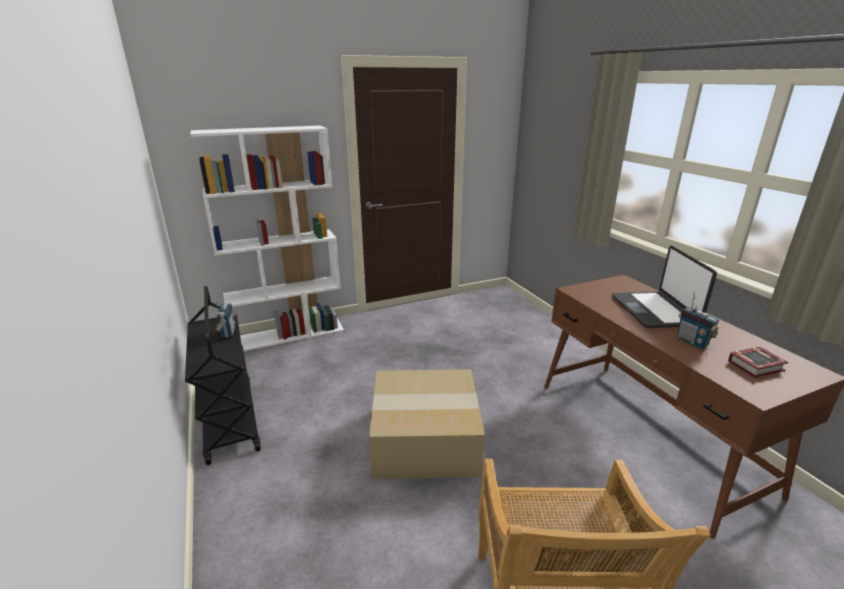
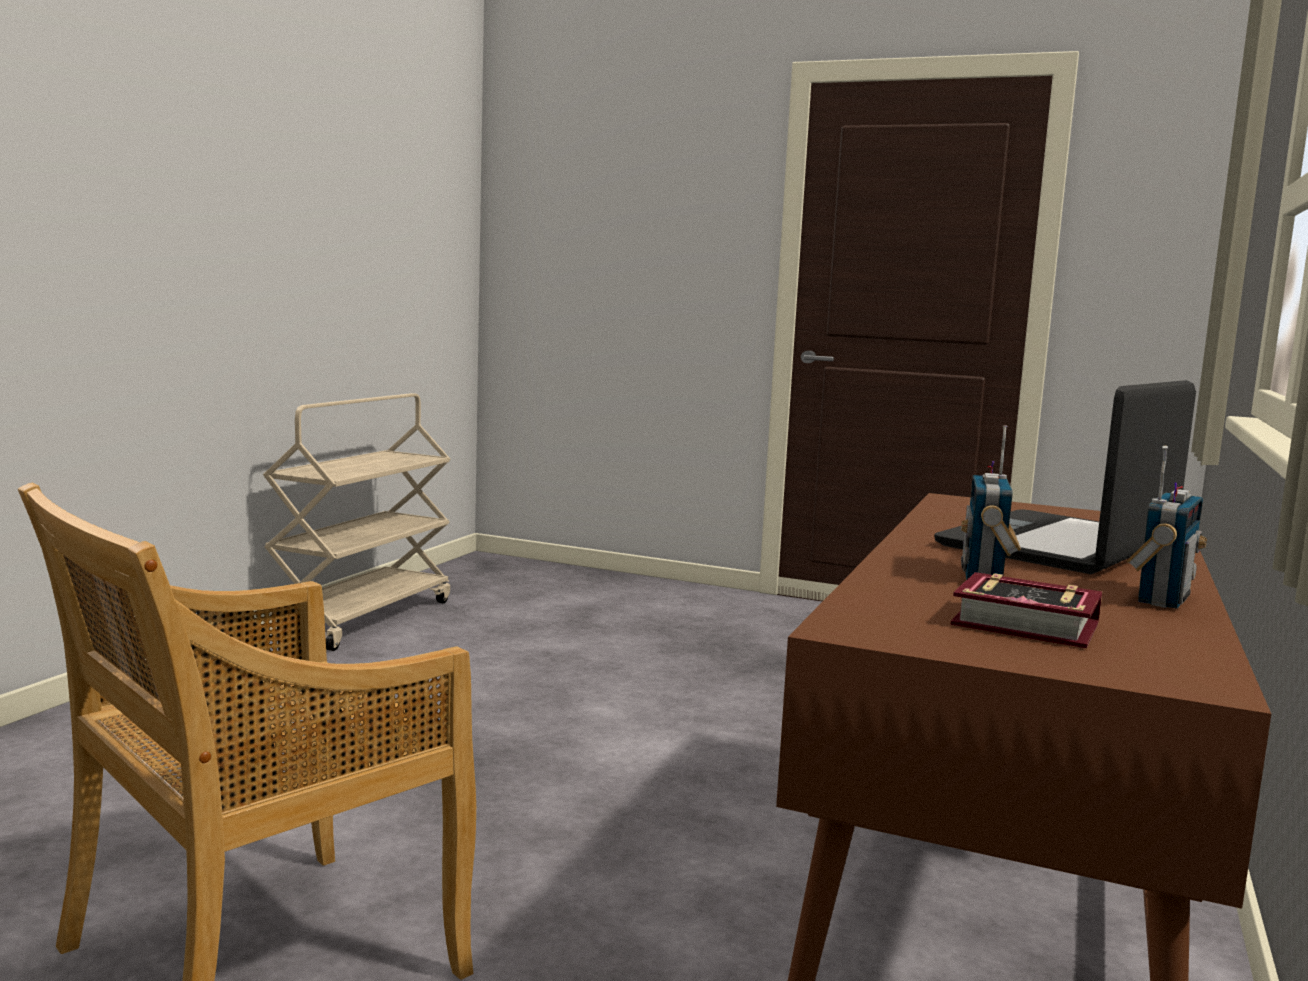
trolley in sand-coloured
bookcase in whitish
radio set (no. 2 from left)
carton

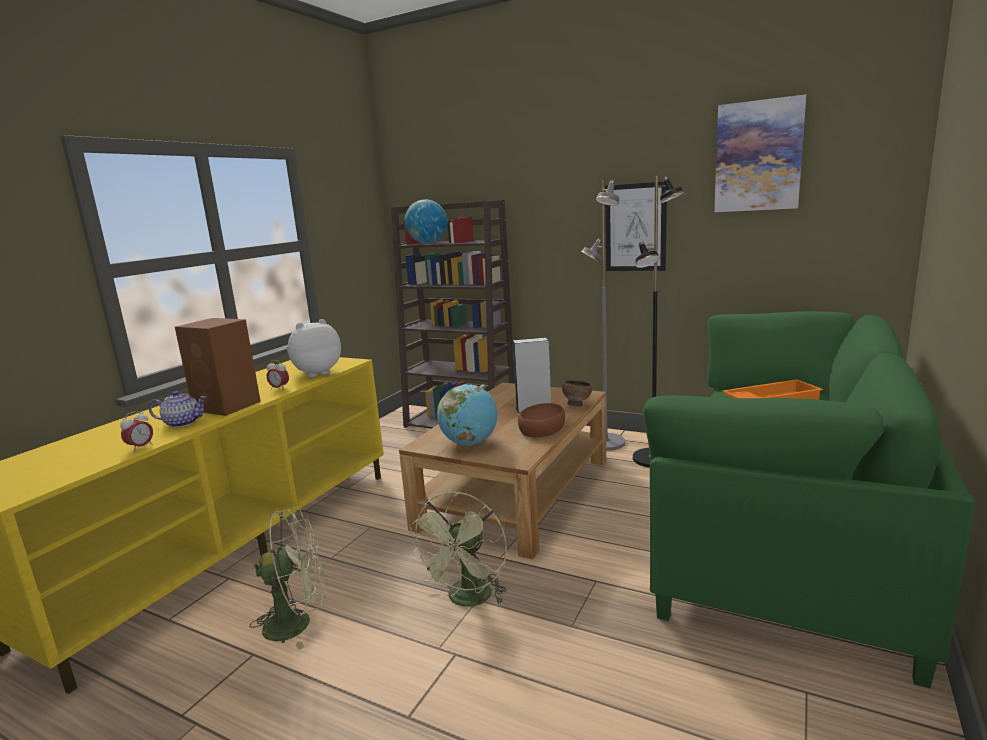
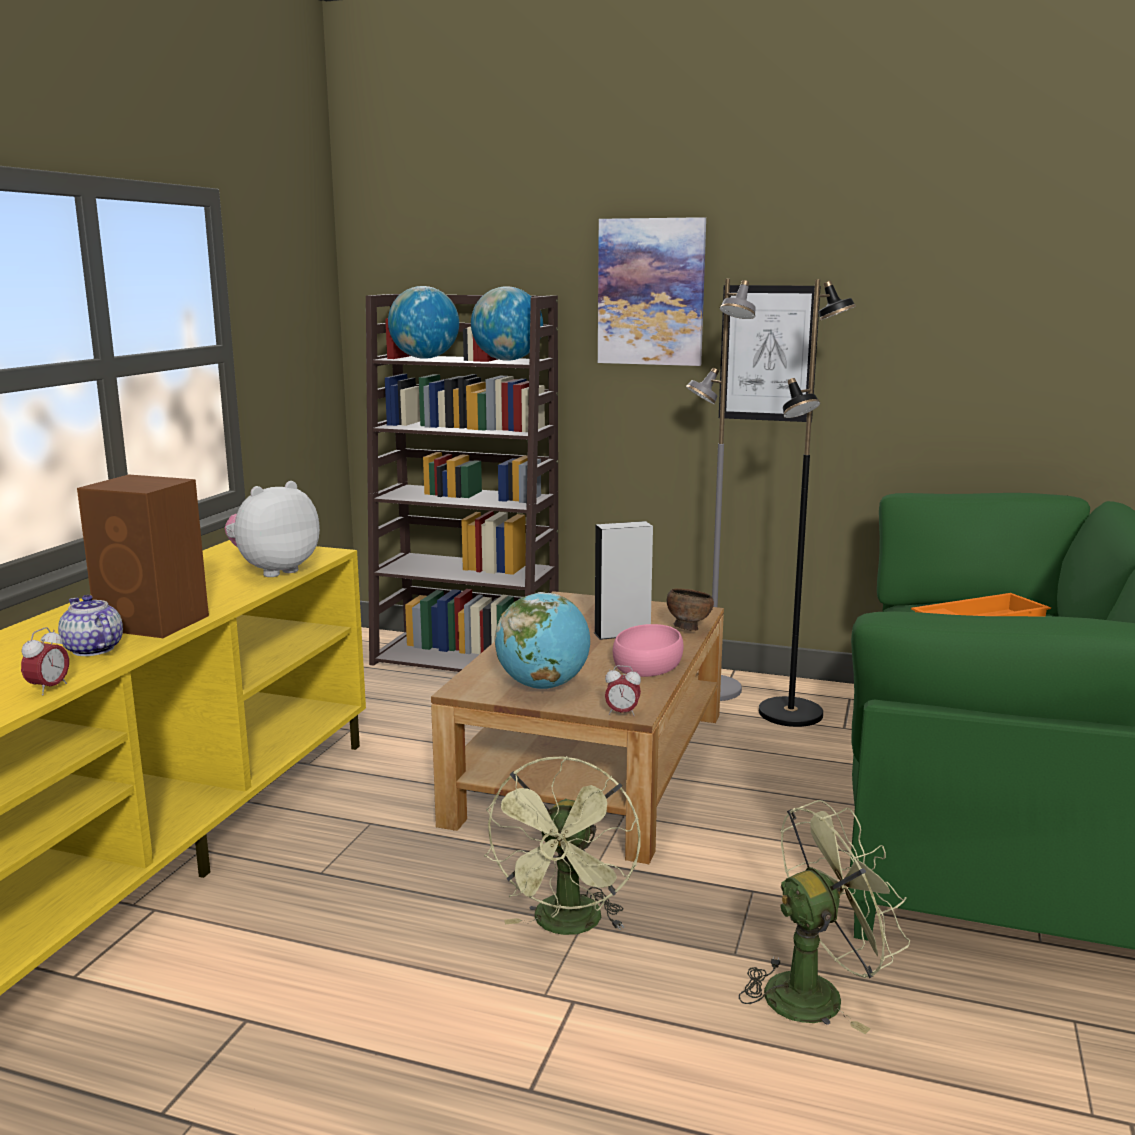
teapot
cooling fan in green-coloured (no. 2 from left)
table clock (no. 2 from left)
bowl in pink
wall art (no. 1 from left)
world globe (no. 2 from left)

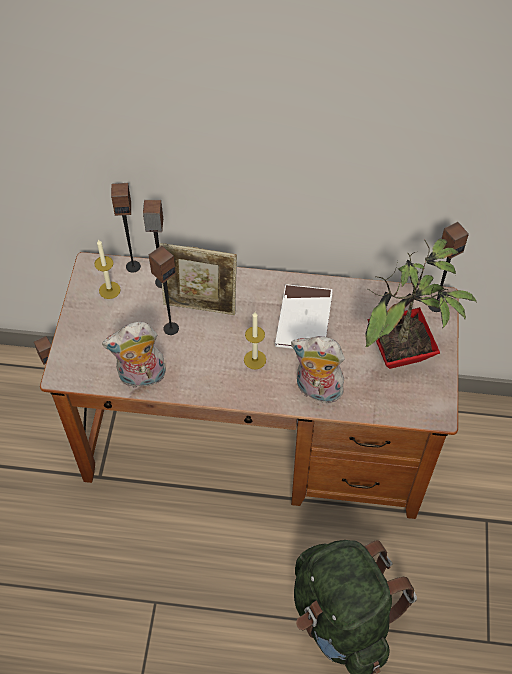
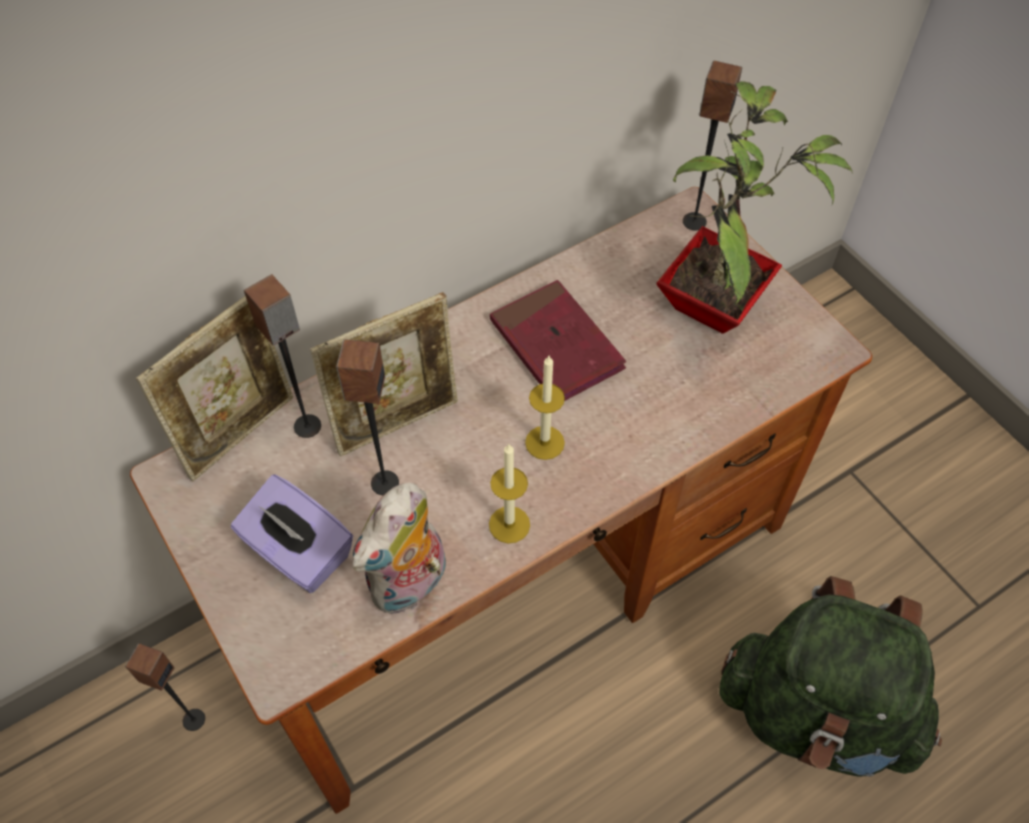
candle (no. 1 from left)
picture frame (no. 1 from left)
volume in red
plush toy (no. 2 from left in the first image)
tissue box in purple-coloured

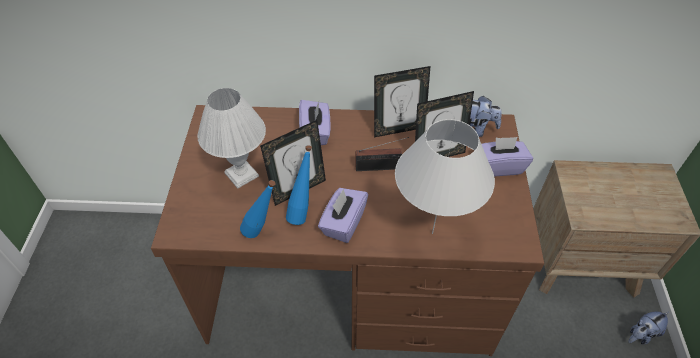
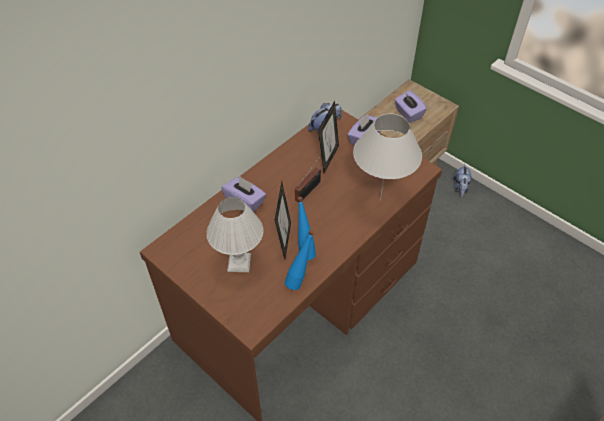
tissue box in purple-coloured (no. 3 from left)
picture frame (no. 2 from left in the first image)

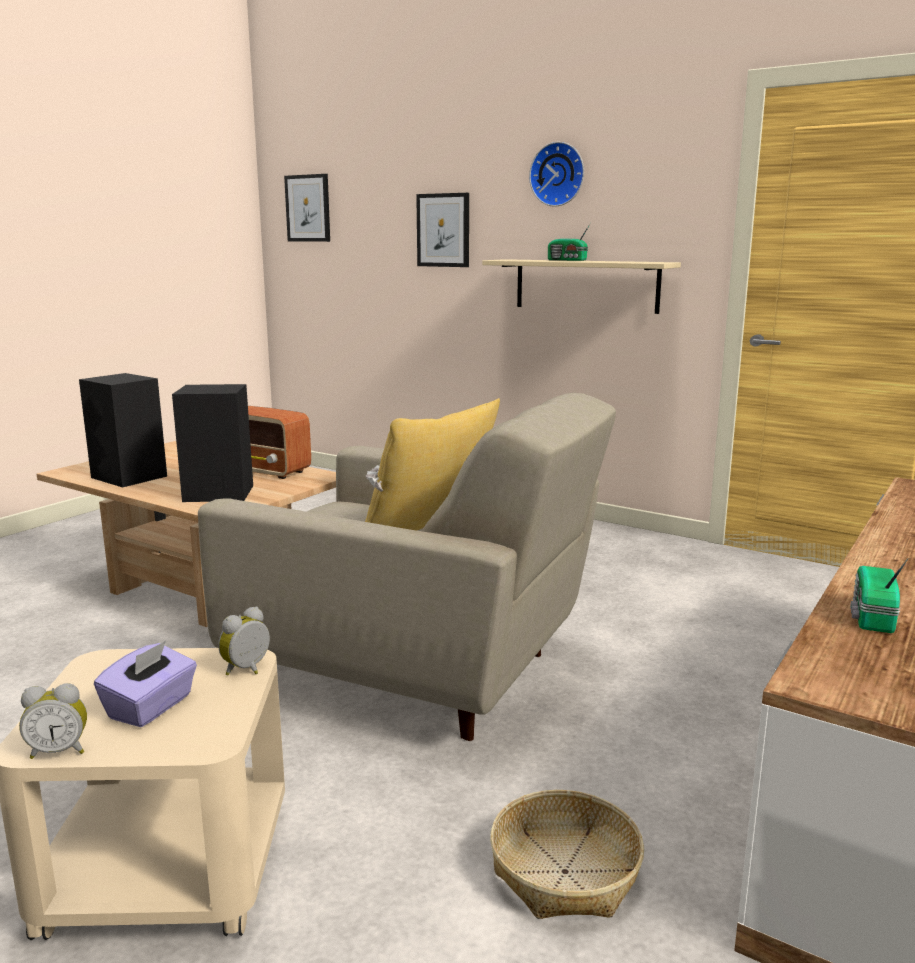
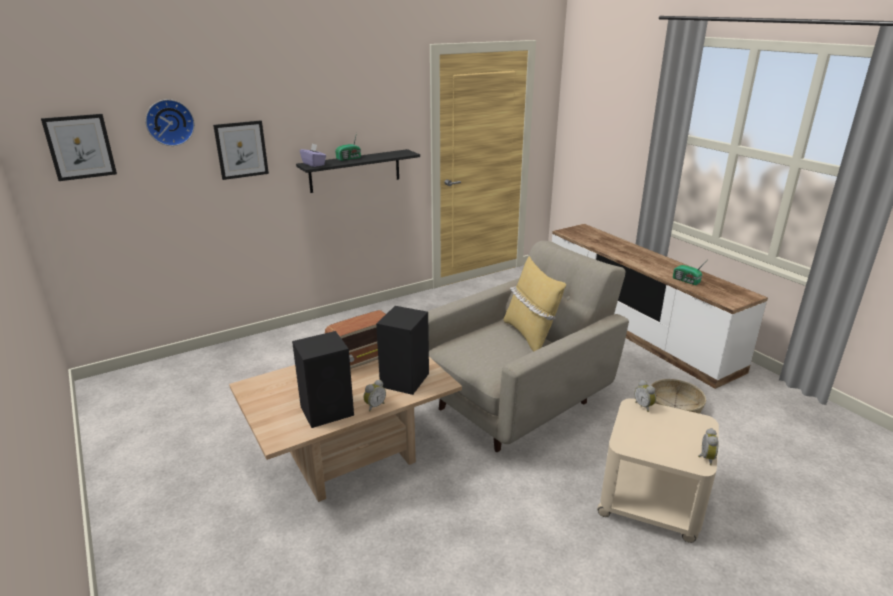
tissue box in purple-coloured
wall shelf in black
hanging clock
table clock (no. 1 from left)

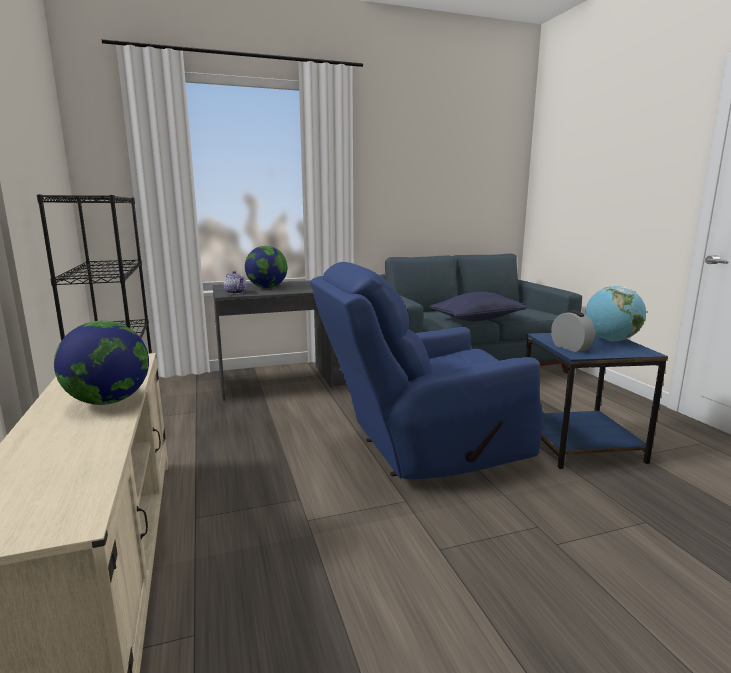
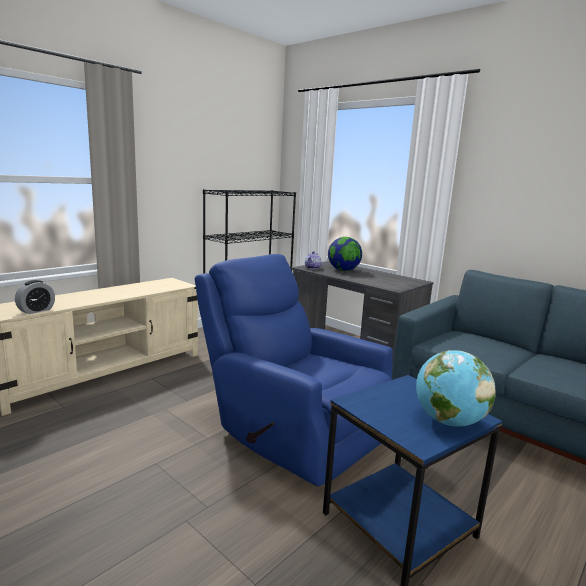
world globe (no. 1 from left in the first image)
pillow in bluish
table clock

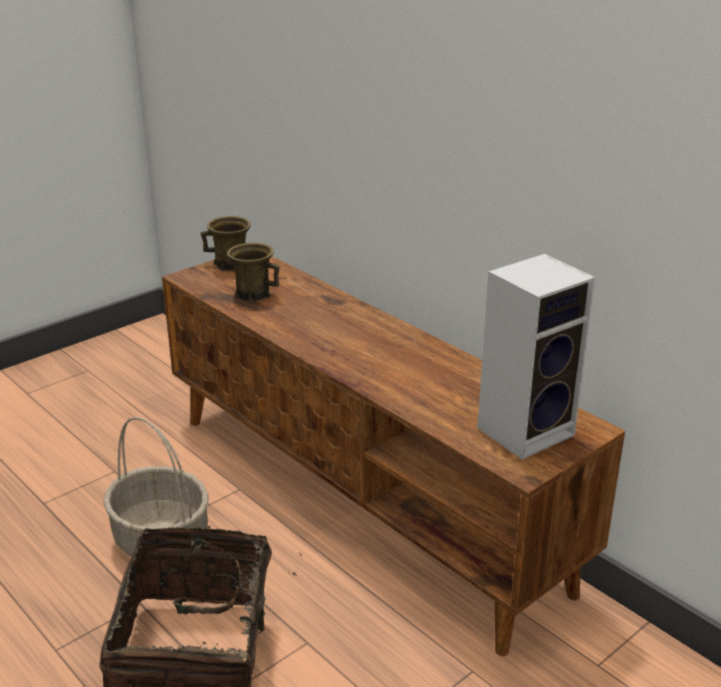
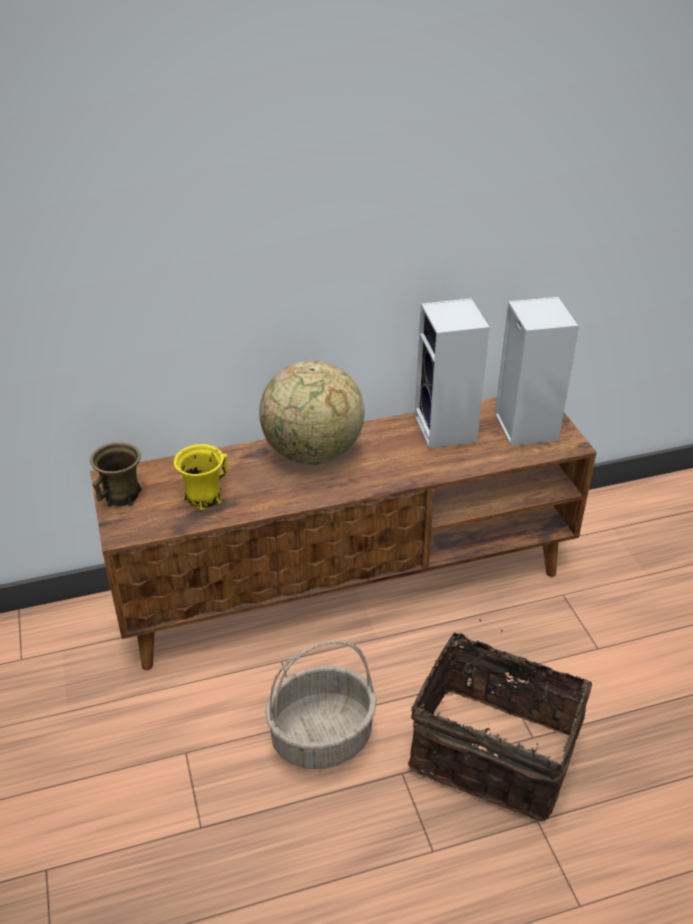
mug in yellowish
world globe
audio speaker (no. 1 from left)

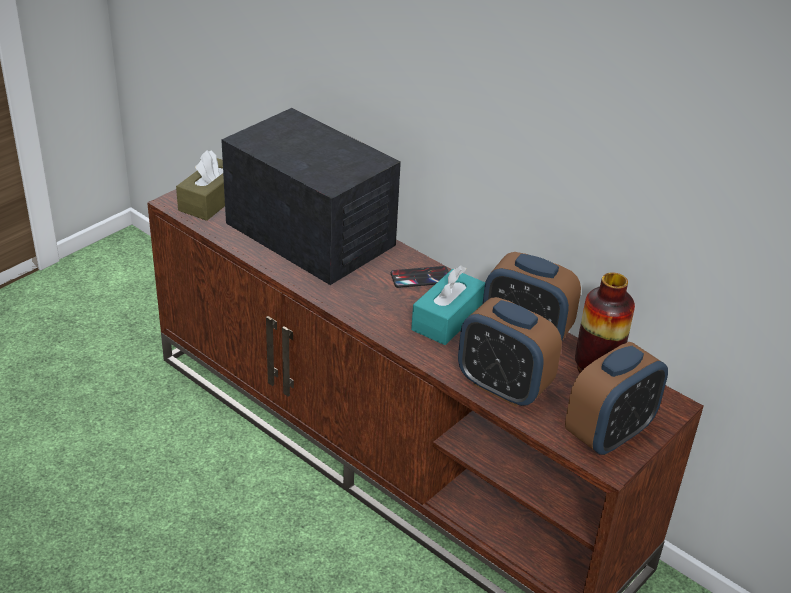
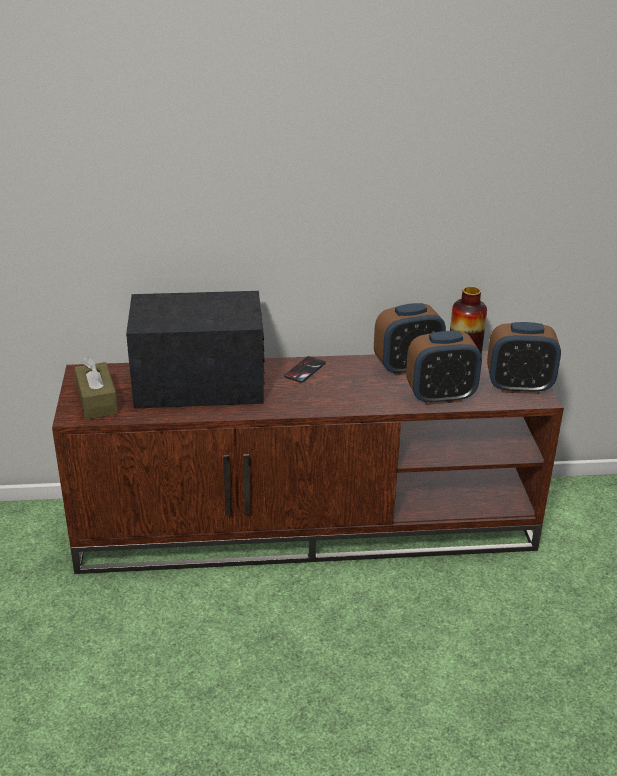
tissue box in blue-green
table clock (no. 3 from left)

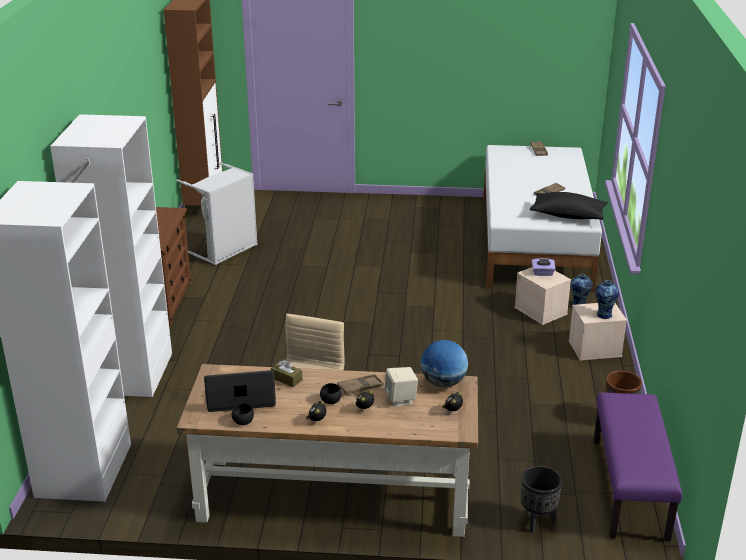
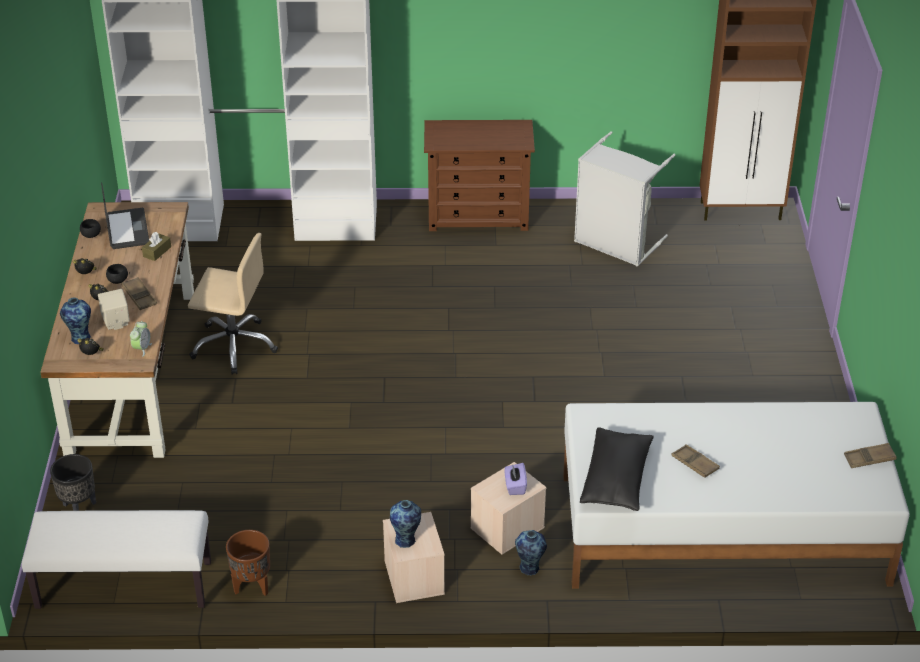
table clock (no. 4 from left)
indoor bench in whitish
vase (no. 1 from left)

